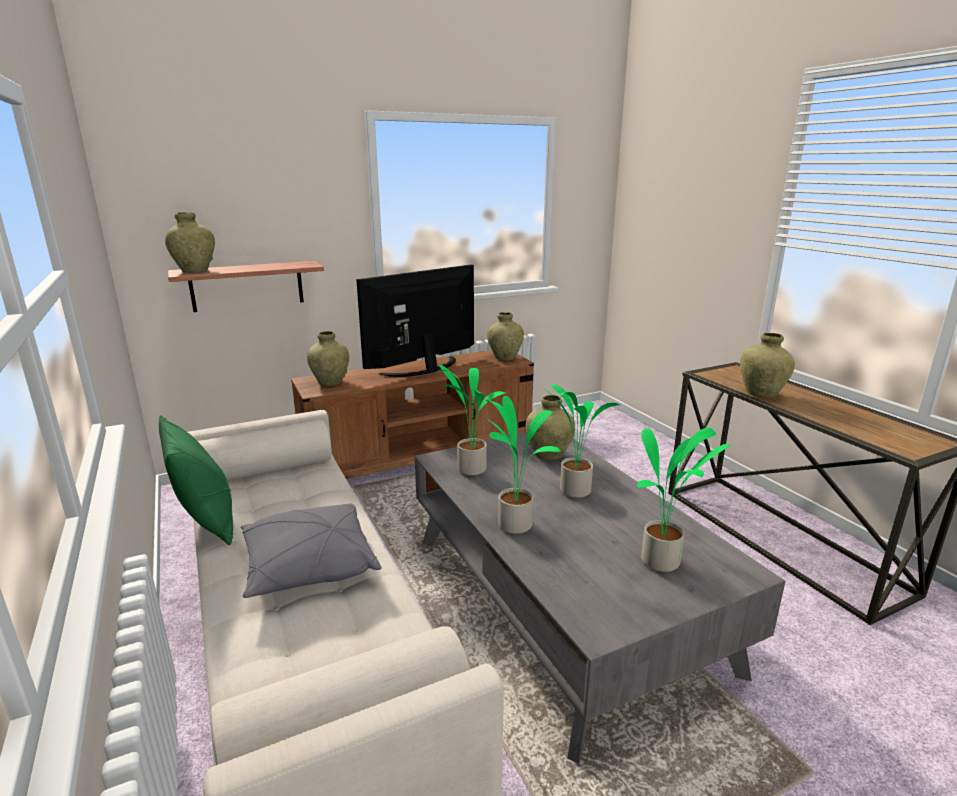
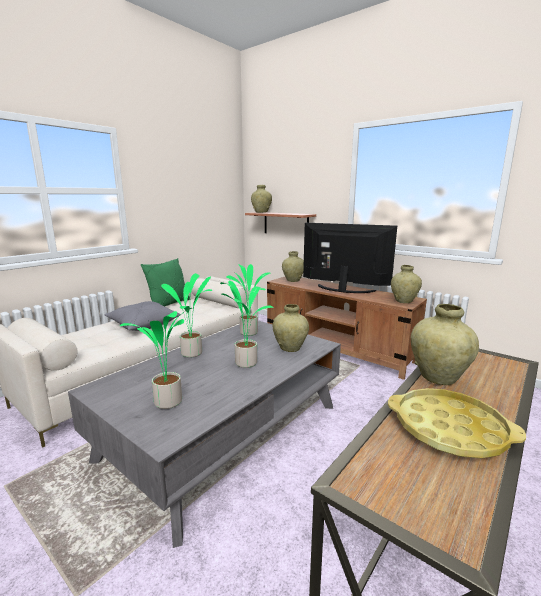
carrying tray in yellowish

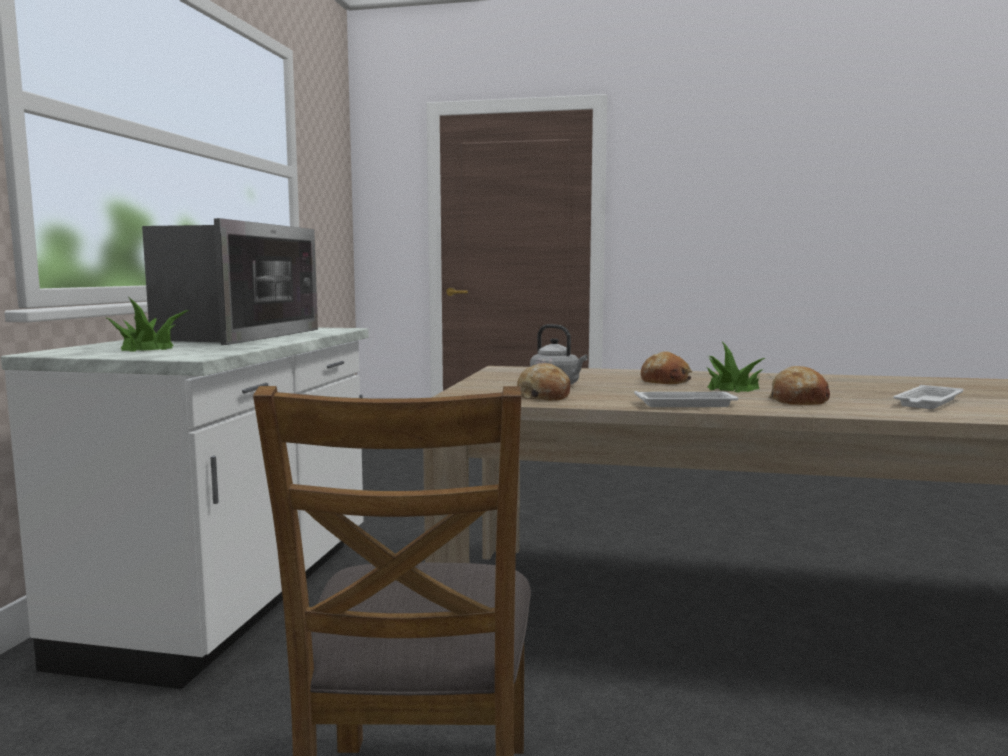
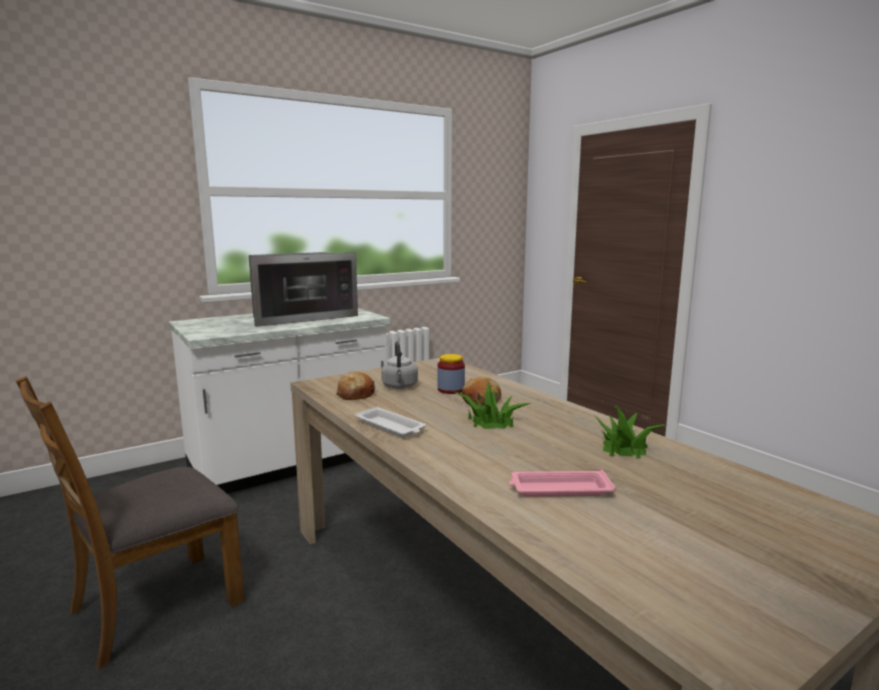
plant in a pot (no. 2 from left)
baked bread (no. 3 from left in the first image)
carrying tray in pink
preserve jar

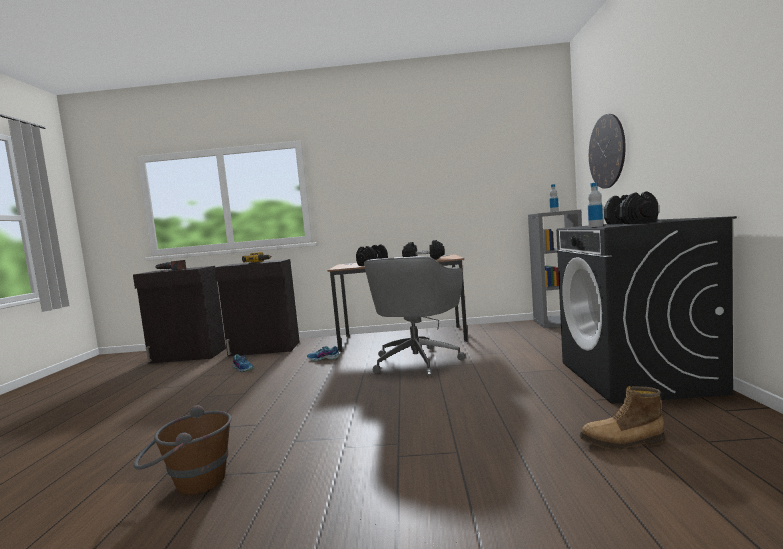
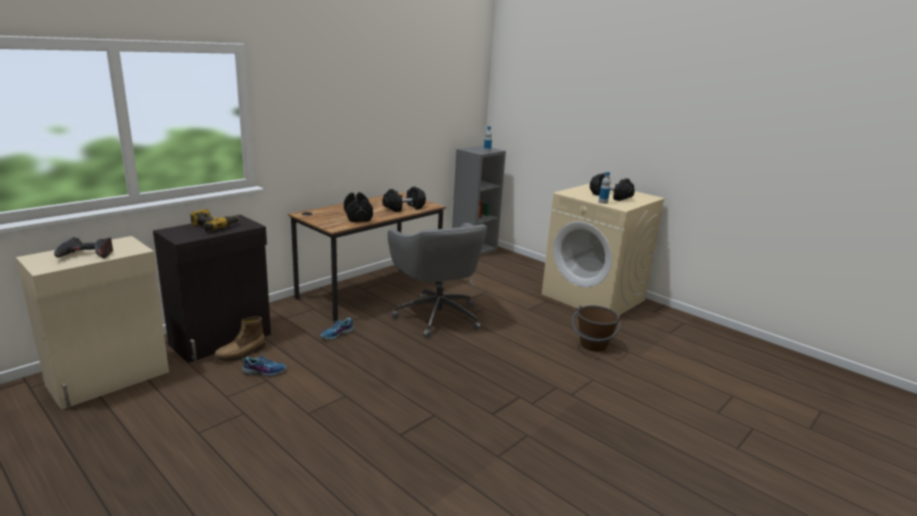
cabinet in sand-coloured
bucket in brown
washing machine in sand-coloured
tall boot
hanging clock

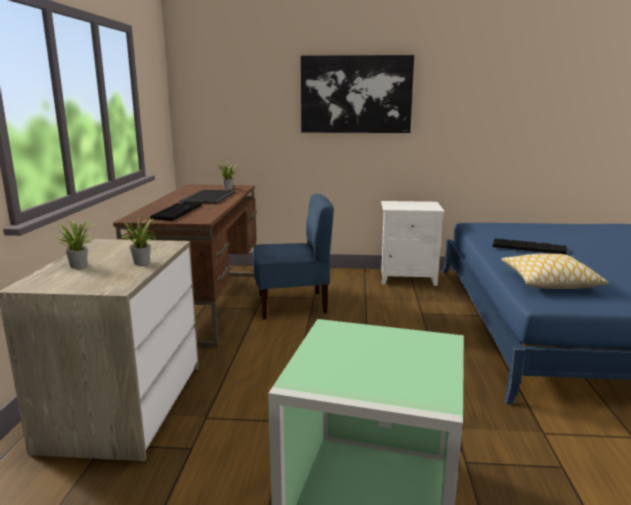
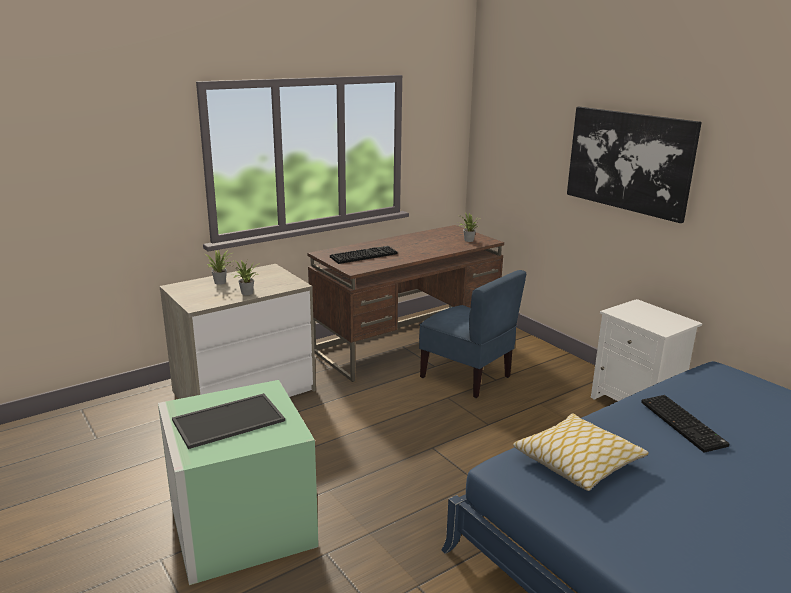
carrying tray

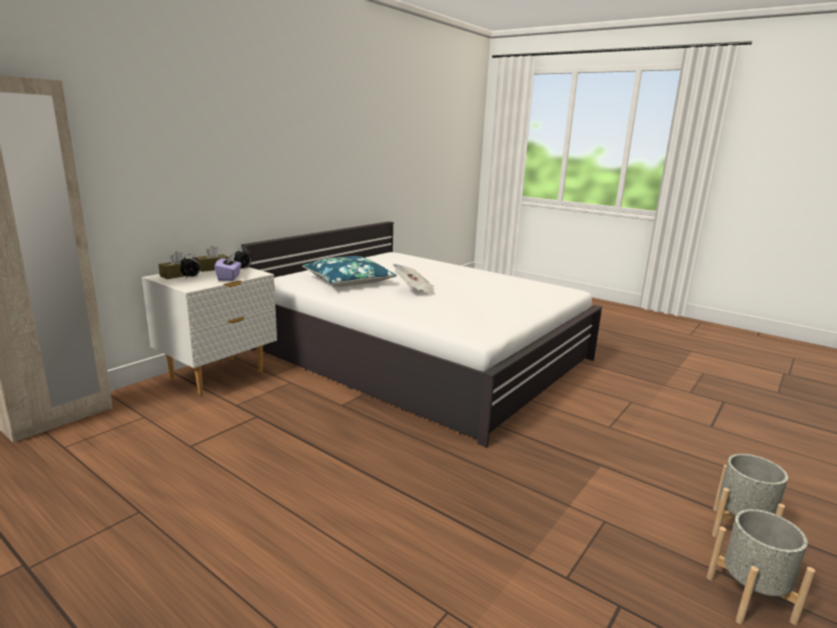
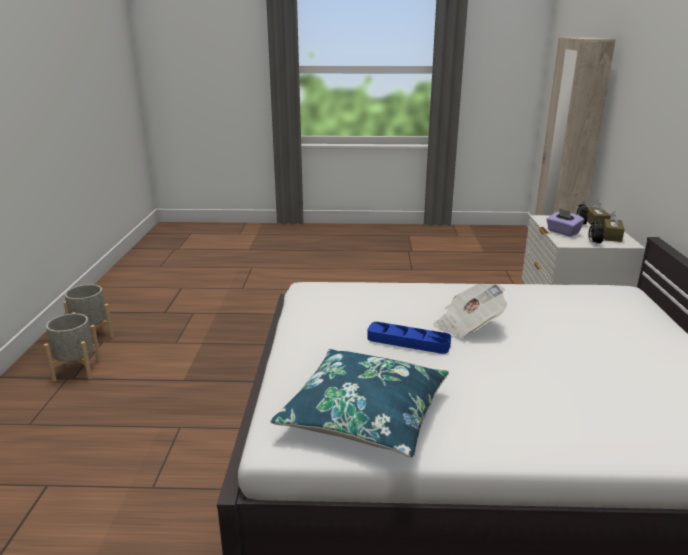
pillow in bluish
carrying tray in bluish

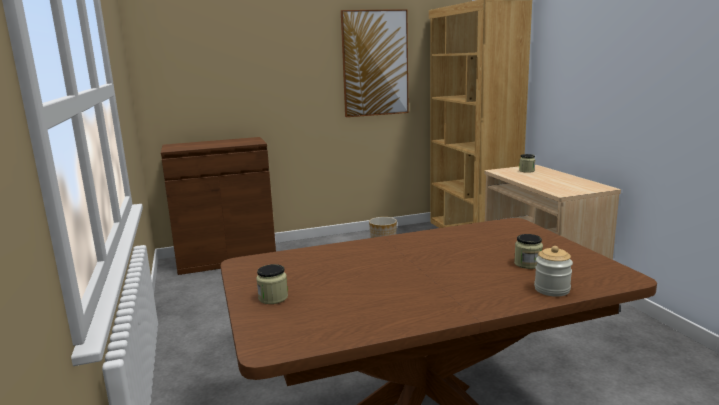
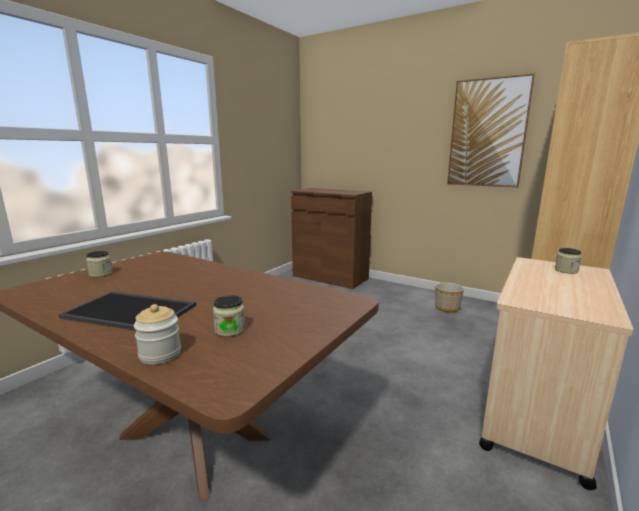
carrying tray

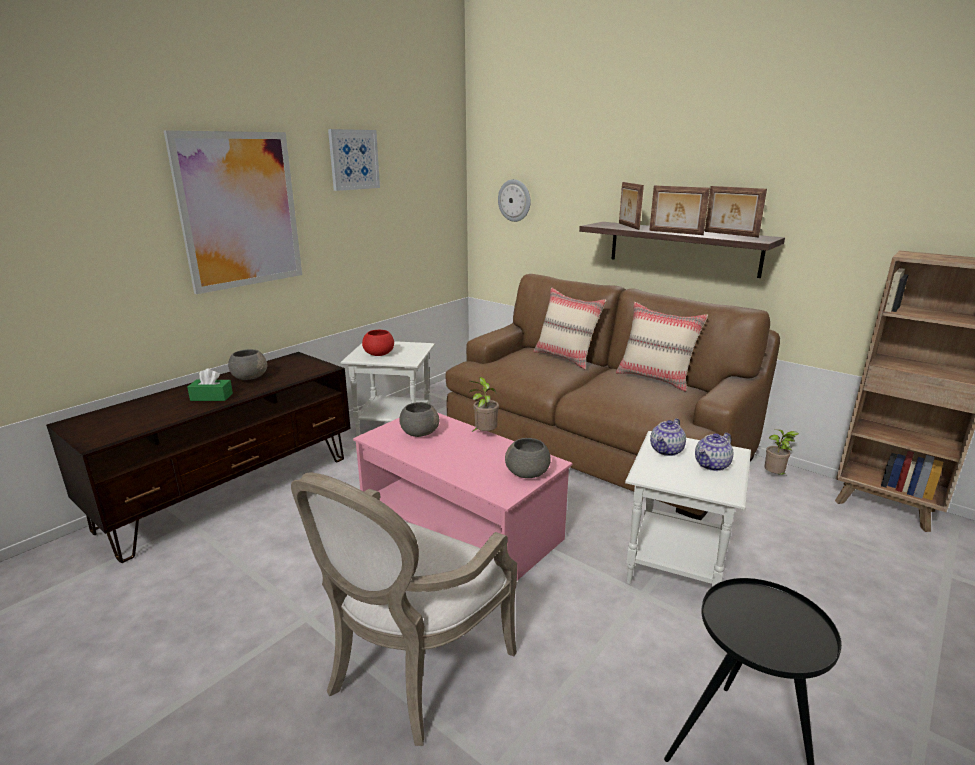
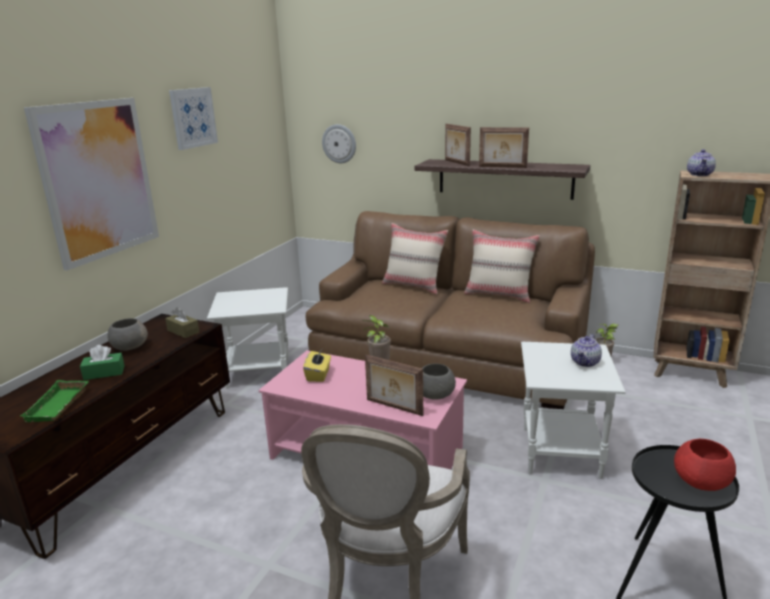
bowl in red
tissue box in yellowish
teapot (no. 2 from left)
picture frame (no. 1 from left)
carrying tray in green-coloured
tissue box in brown

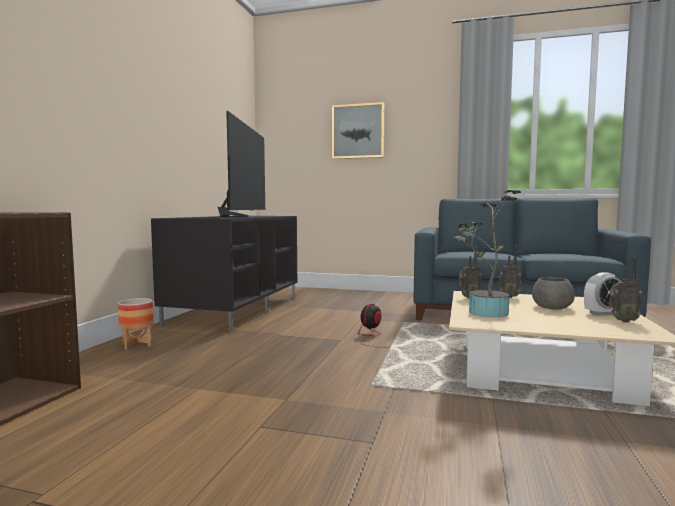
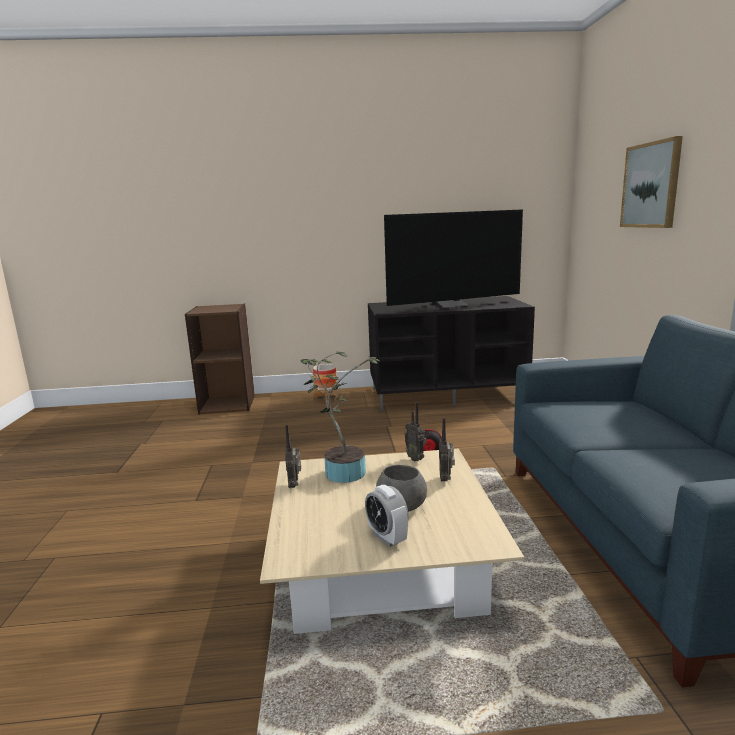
radio set (no. 1 from left)

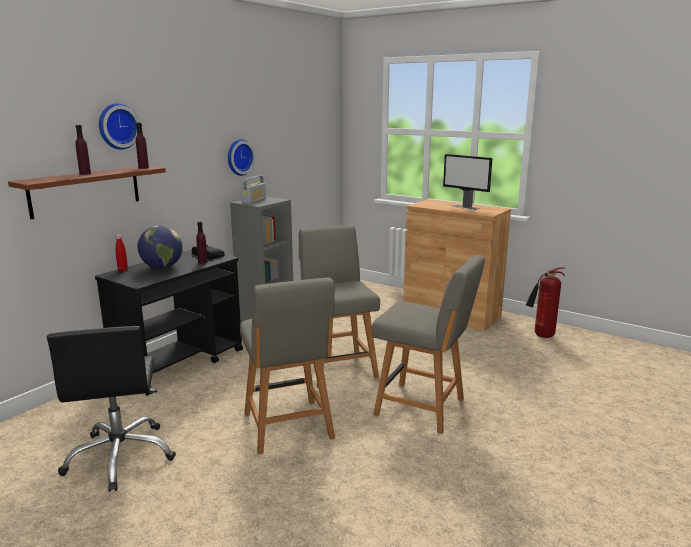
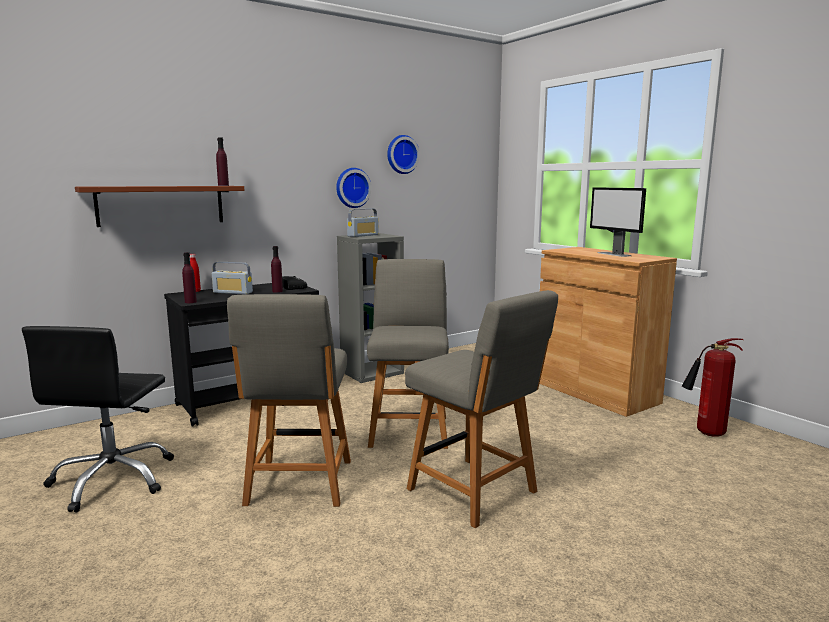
bottle in purple-coloured (no. 1 from left)
hanging clock (no. 2 from left)
radio set (no. 1 from left)

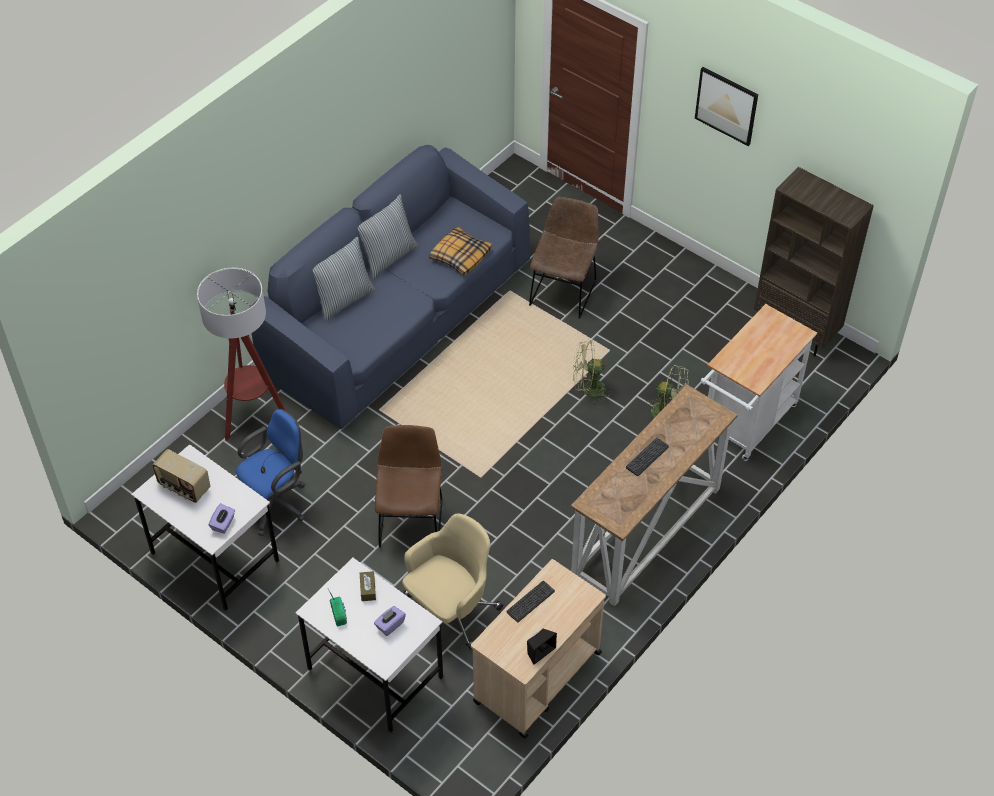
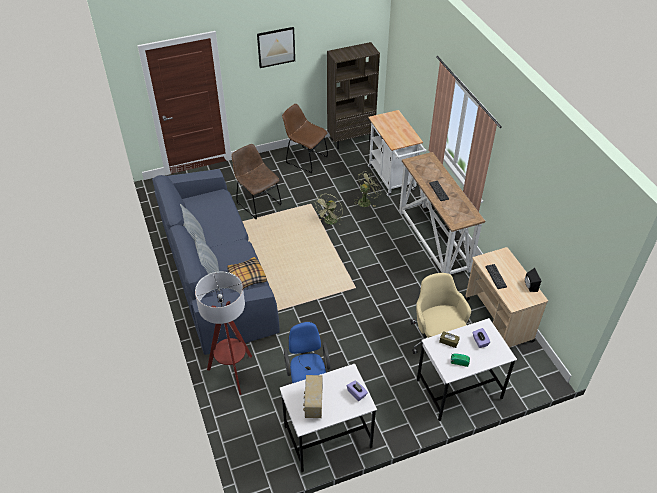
radio set (no. 1 from left)
plain chair in brown (no. 2 from left)
pillow (no. 3 from left)

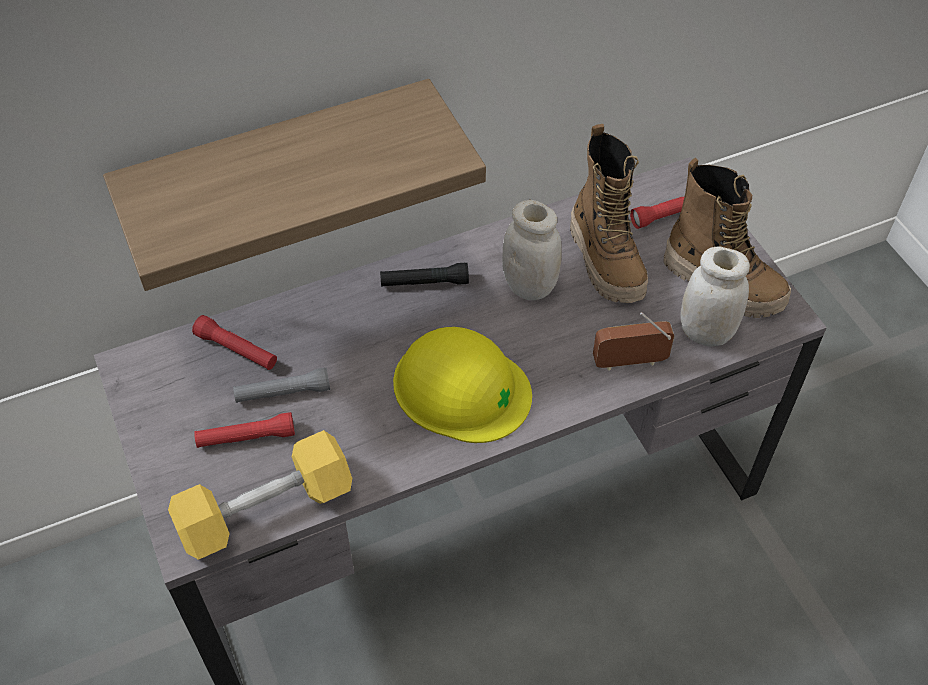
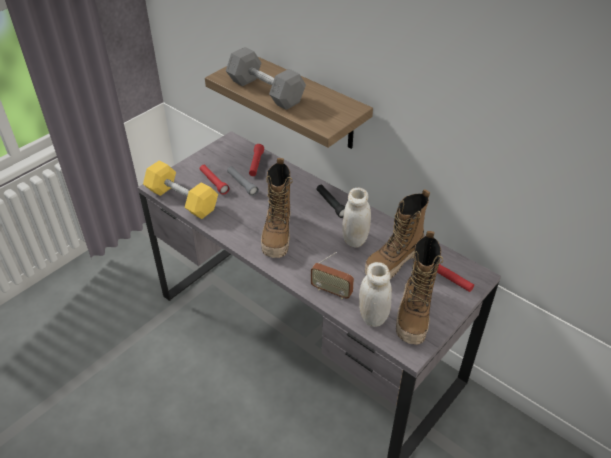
tall boot (no. 1 from left)
radio set
dumbbell in grey

